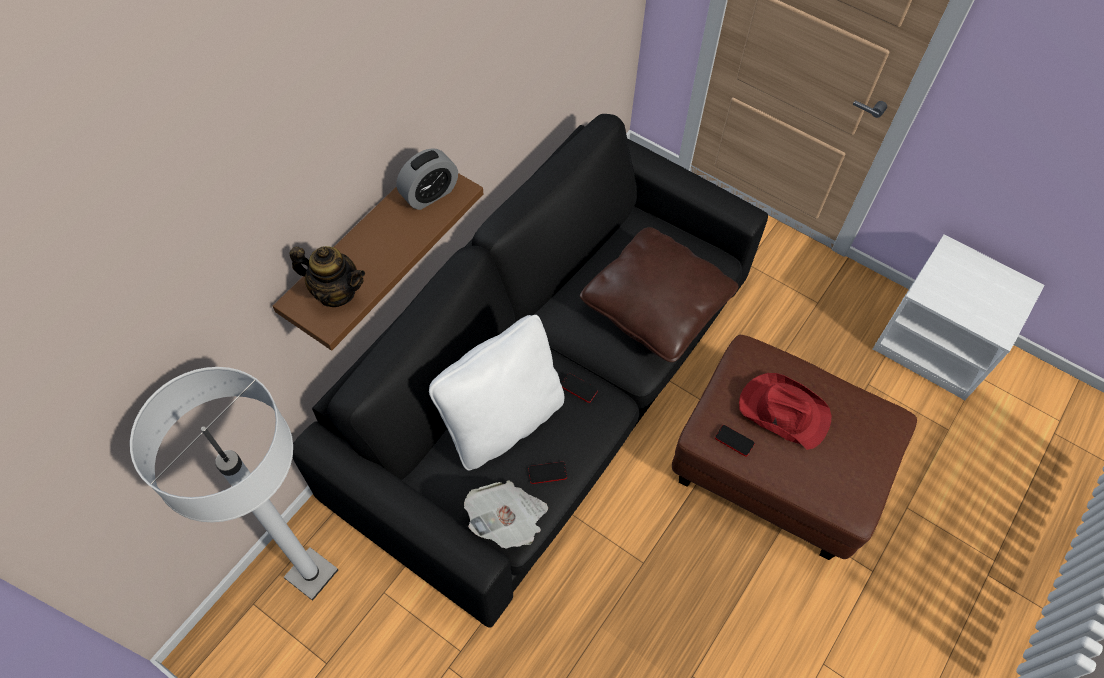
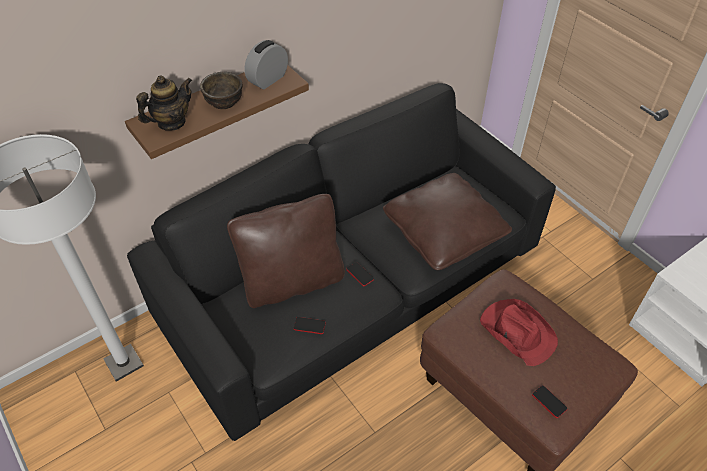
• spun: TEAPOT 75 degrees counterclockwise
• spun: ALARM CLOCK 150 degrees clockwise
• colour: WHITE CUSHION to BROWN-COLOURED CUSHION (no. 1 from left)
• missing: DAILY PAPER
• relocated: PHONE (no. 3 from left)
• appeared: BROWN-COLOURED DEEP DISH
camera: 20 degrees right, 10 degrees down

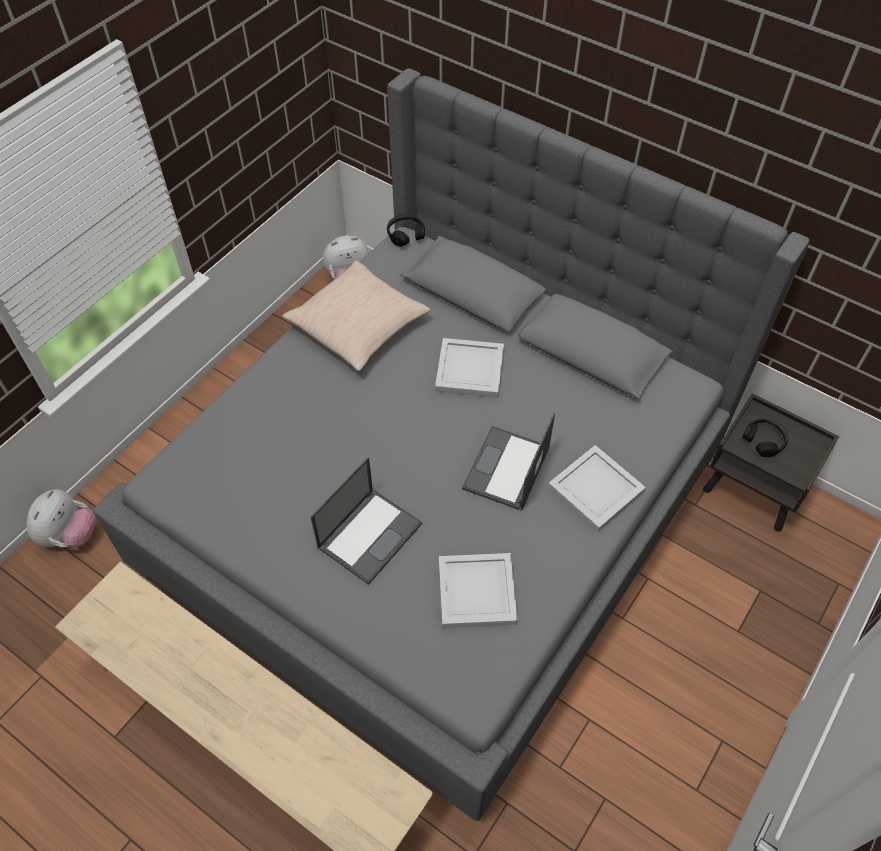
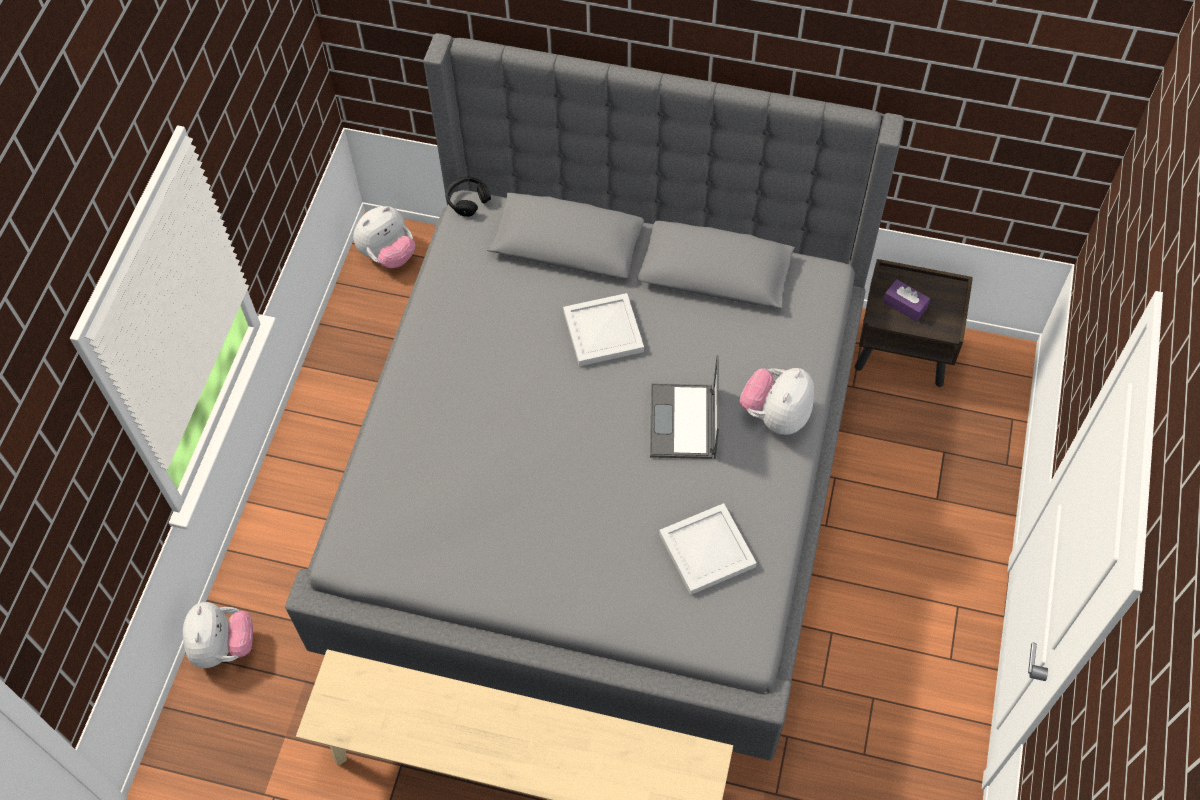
• missing: SAND-COLOURED CUSHION
• missing: NOTEBOOK COMPUTER (no. 1 from left)
• exchanged: WHITE TRAY (no. 3 from left) to SOFT TOY (no. 3 from left)
• exchanged: BLACKISH HEADPHONES (no. 2 from left) to PURPLISH TISSUE BOX
camera: 20 degrees left, 5 degrees up

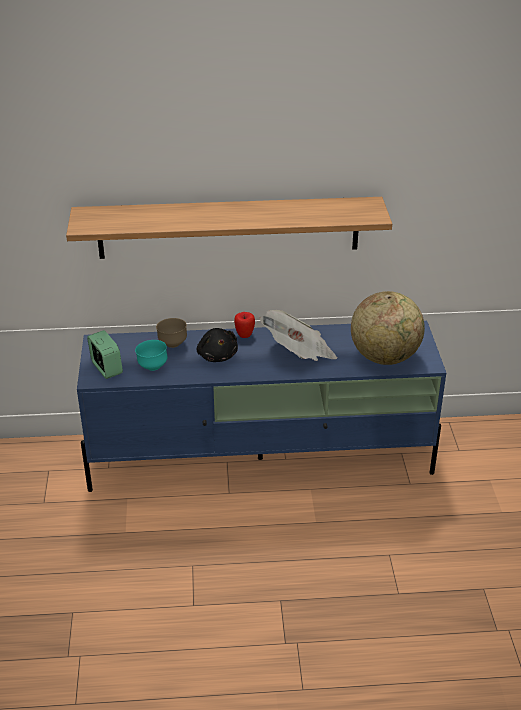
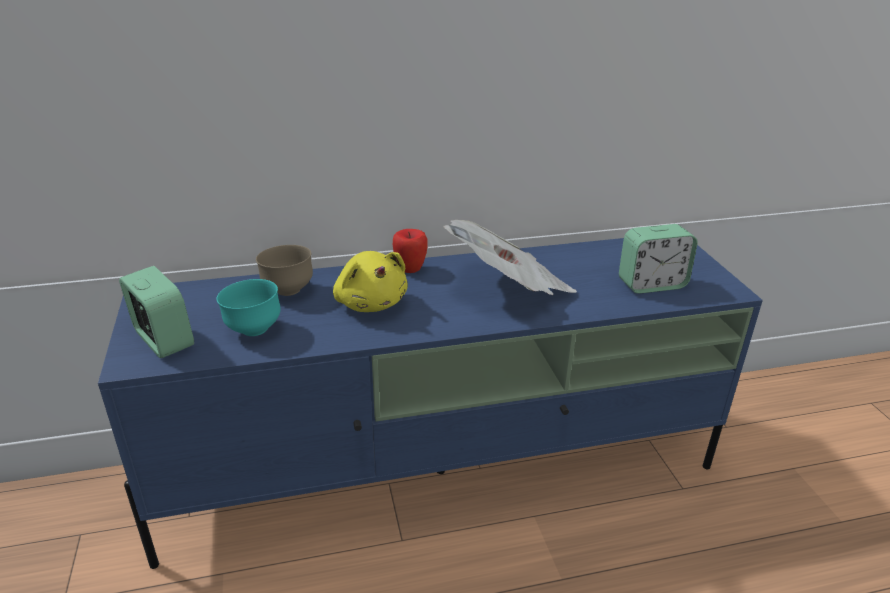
• missing: SHELF
• colour: BLACKISH SOFT TOY to YELLOW SOFT TOY
• exchanged: GLOBE to ALARM CLOCK (no. 2 from left)
camera: 10 degrees left, 5 degrees down

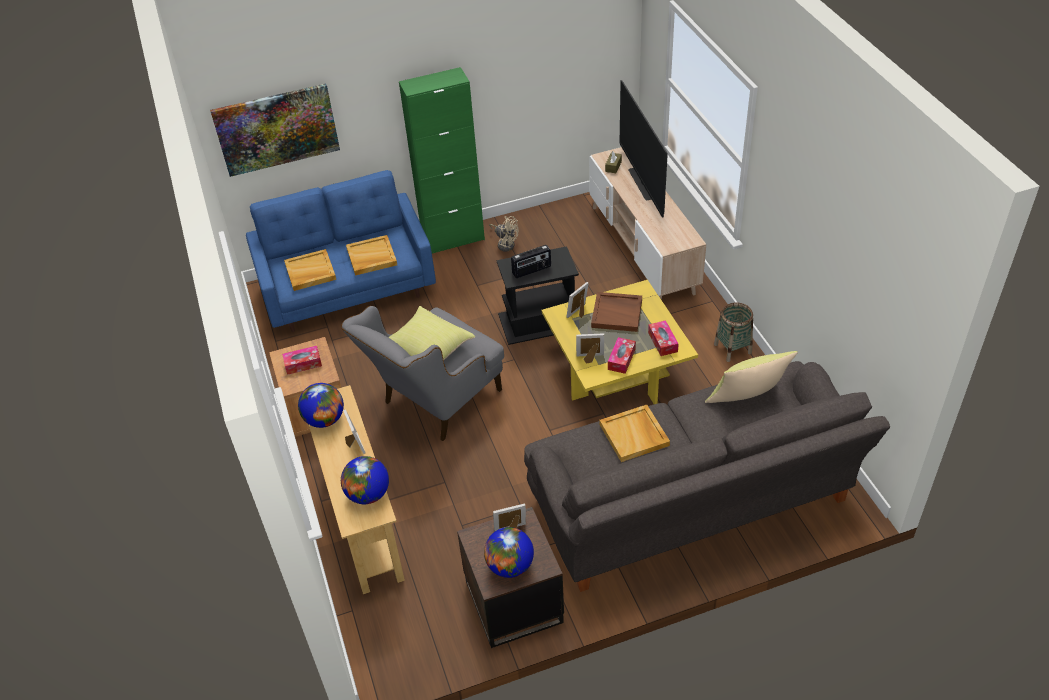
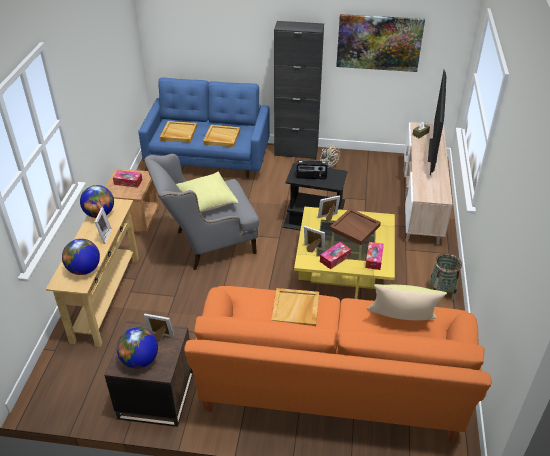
• relocated: WALL PICTURE
• colour: GREEN STORAGE CABINET to BLACKISH STORAGE CABINET
• colour: GREY SETTEE to ORANGEY SETTEE
camera: 25 degrees right, 5 degrees down

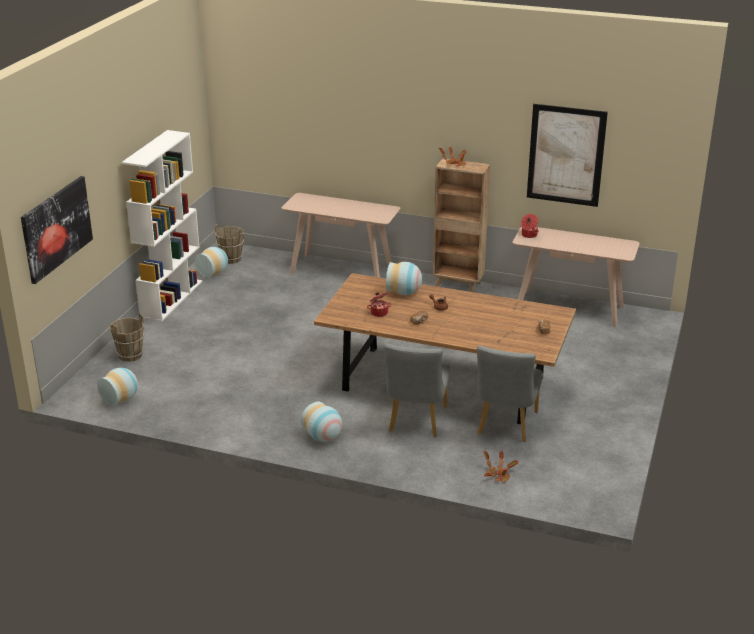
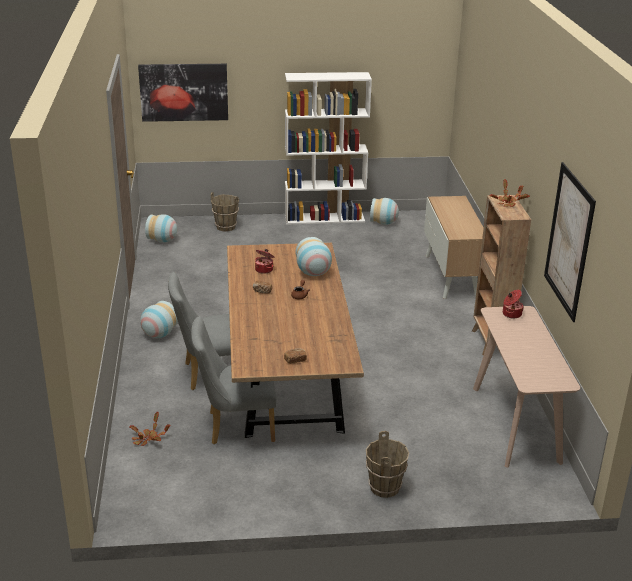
• relocated: BROWN-COLOURED WATER BUCKET (no. 2 from left)
• exchanged: SAND-COLOURED CONSOLE TABLE (no. 1 from left) to STORAGE CABINET
camera: 65 degrees right, 0 degrees up

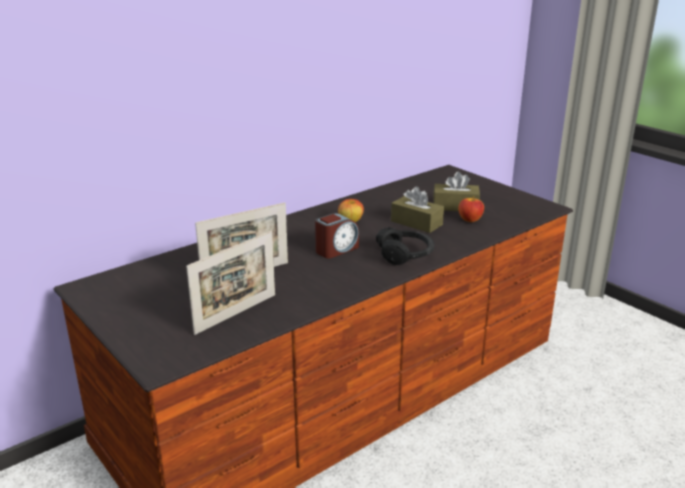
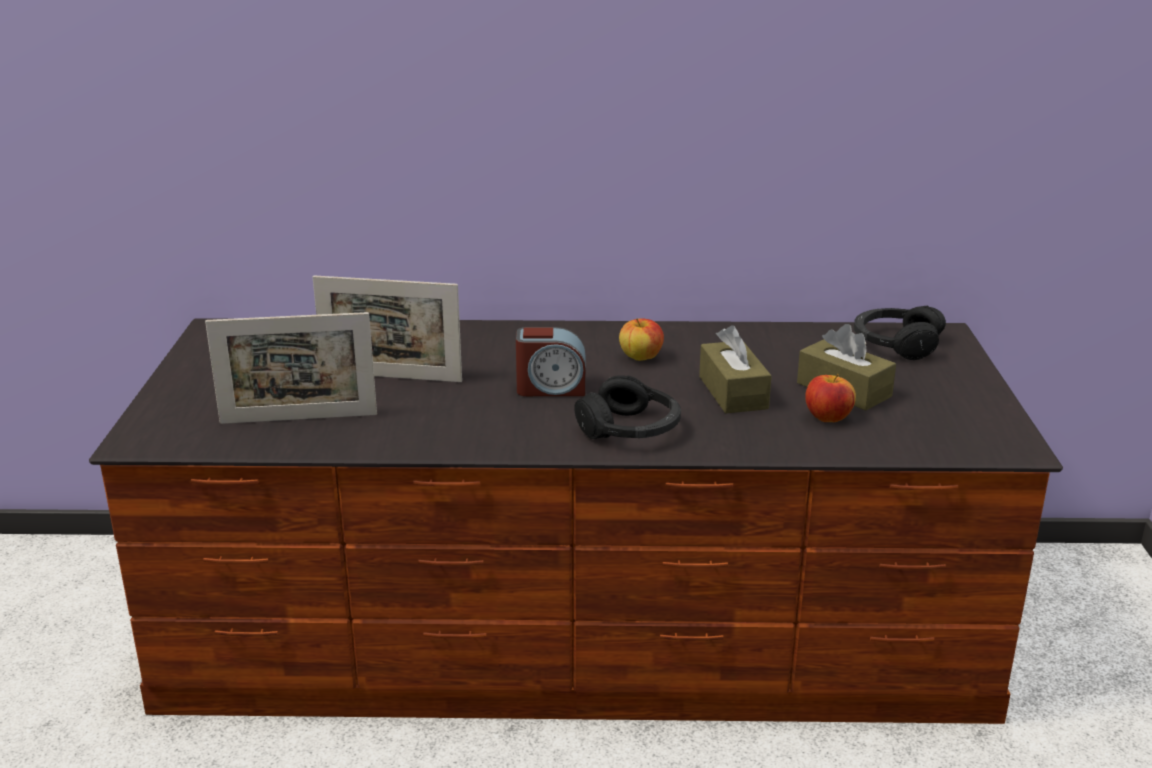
• appeared: BLACKISH HEADPHONES (no. 2 from left)
camera: 40 degrees right, 0 degrees up

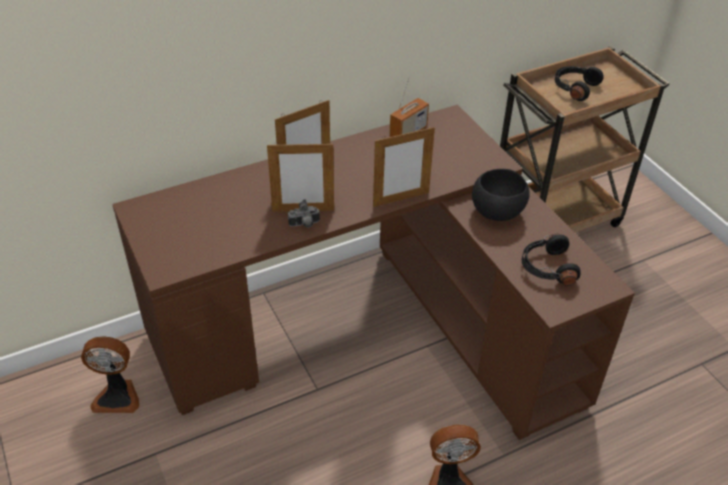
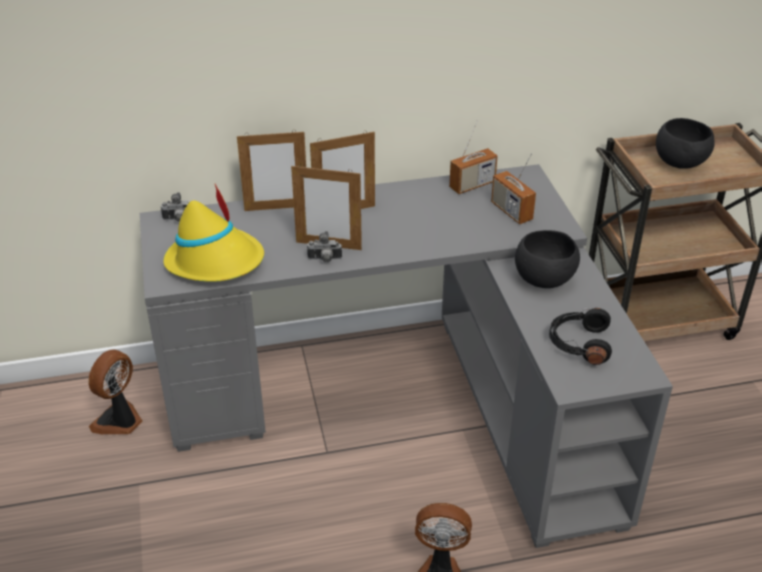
• spun: FAN (no. 1 from left) 105 degrees clockwise
• colour: BROWN-COLOURED DESK to GREY DESK
• relocated: PICTURE FRAME (no. 3 from left in the first image) to PICTURE FRAME (no. 1 from left)
• exchanged: BLACKISH HEADPHONES (no. 2 from left) to BLACKISH DEEP DISH (no. 2 from left)
• appeared: PHOTO CAMERA (no. 1 from left)
• appeared: YELLOW CLOTHING HAT
• appeared: RADIO (no. 2 from left)
camera: 15 degrees right, 5 degrees down

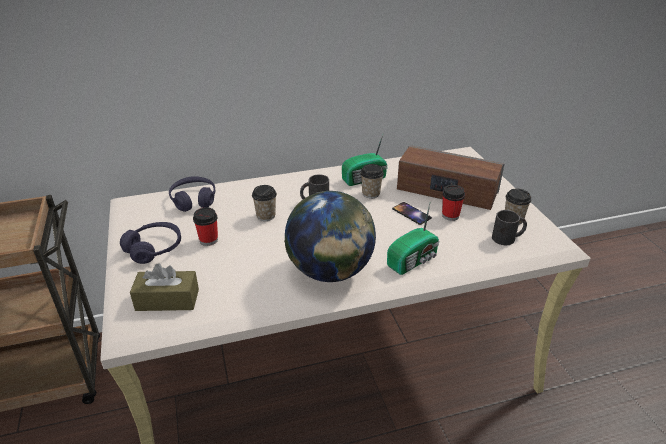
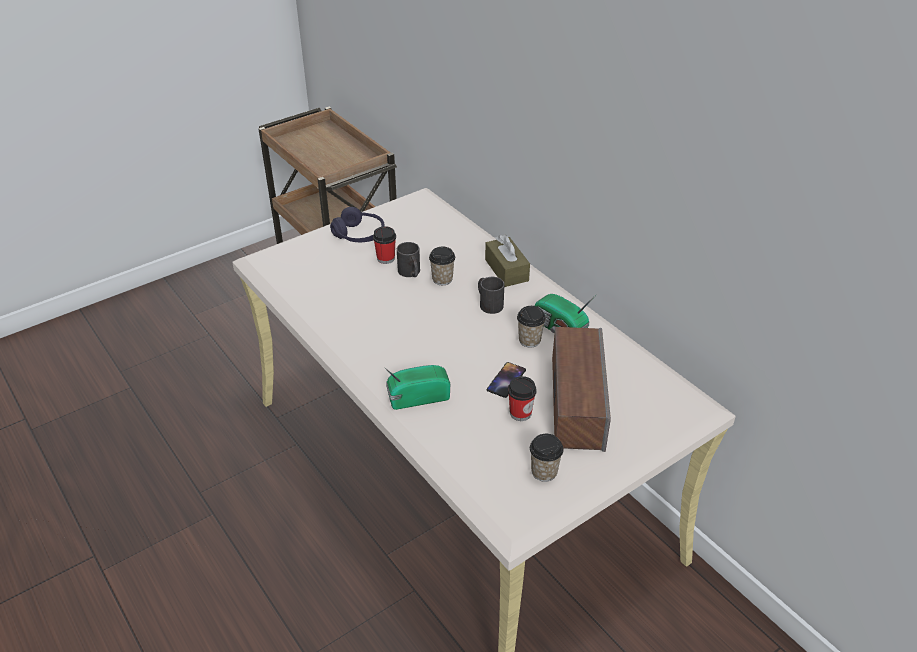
• relocated: BROWN-COLOURED TISSUE BOX
• missing: PURPLISH HEADPHONES (no. 2 from left)
• missing: GLOBE
• spun: RADIO (no. 2 from left in the first image) 135 degrees clockwise
• relocated: BLACKISH TEA MUG (no. 2 from left in the first image) to BLACKISH TEA MUG (no. 1 from left)
camera: 70 degrees right, 5 degrees up

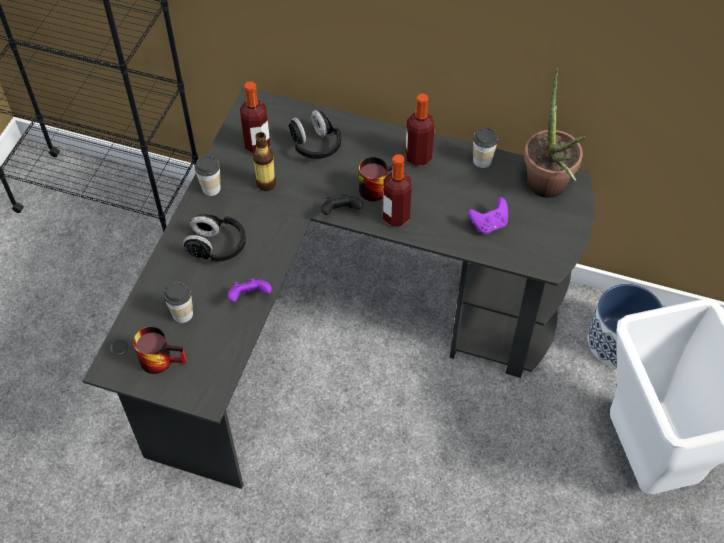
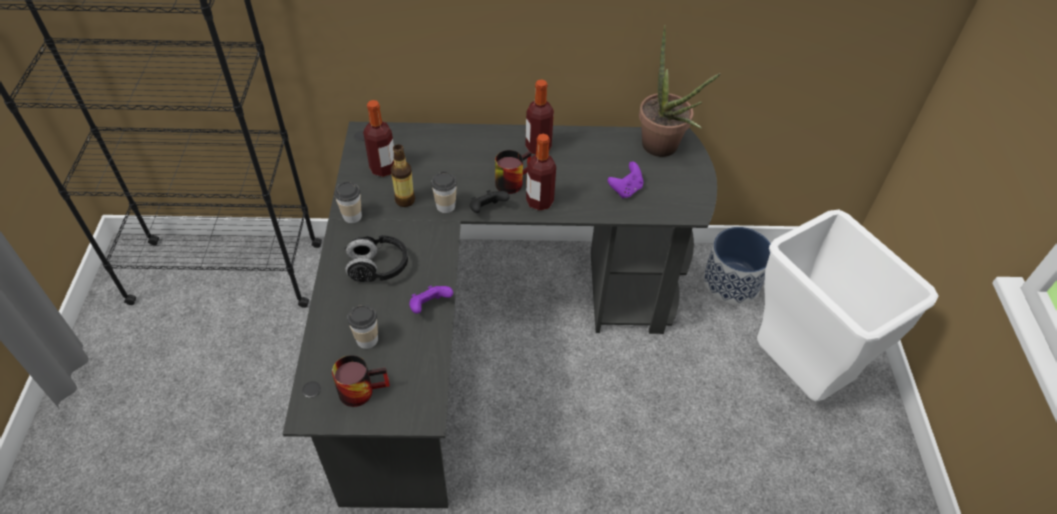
• missing: BLACKISH HEADPHONES (no. 2 from left)
• relocated: CUP (no. 3 from left)
camera: 20 degrees left, 5 degrees down

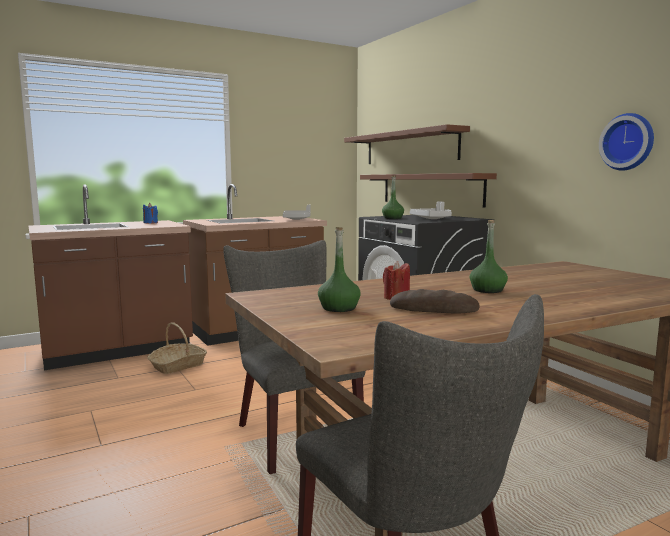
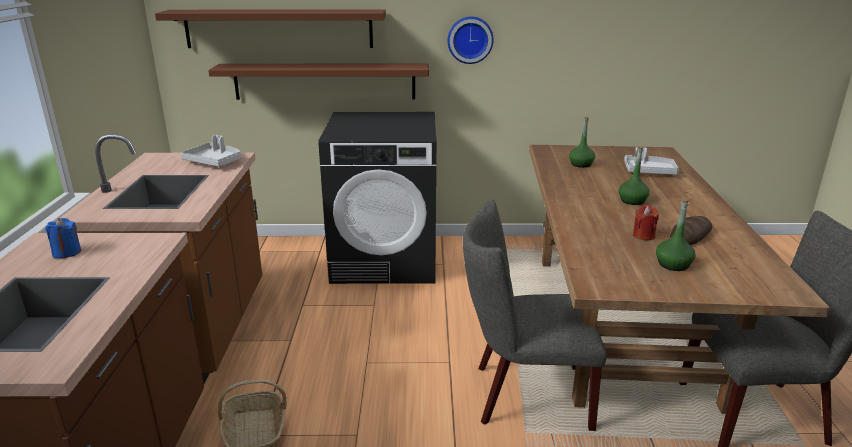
• relocated: GREEN DRINK BOTTLE (no. 2 from left in the first image) to GREEN DRINK BOTTLE (no. 1 from left)
• relocated: GREY TRAY (no. 2 from left)
• relocated: WALL CLOCK
camera: 60 degrees left, 15 degrees up

